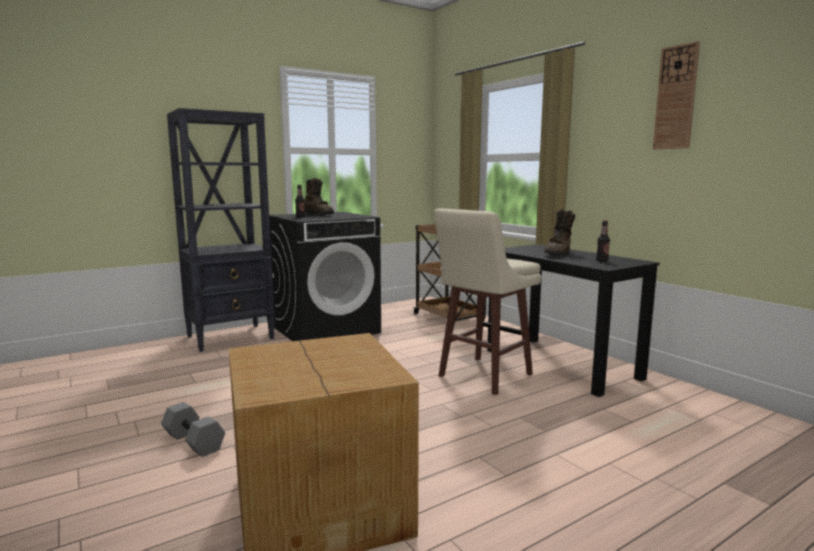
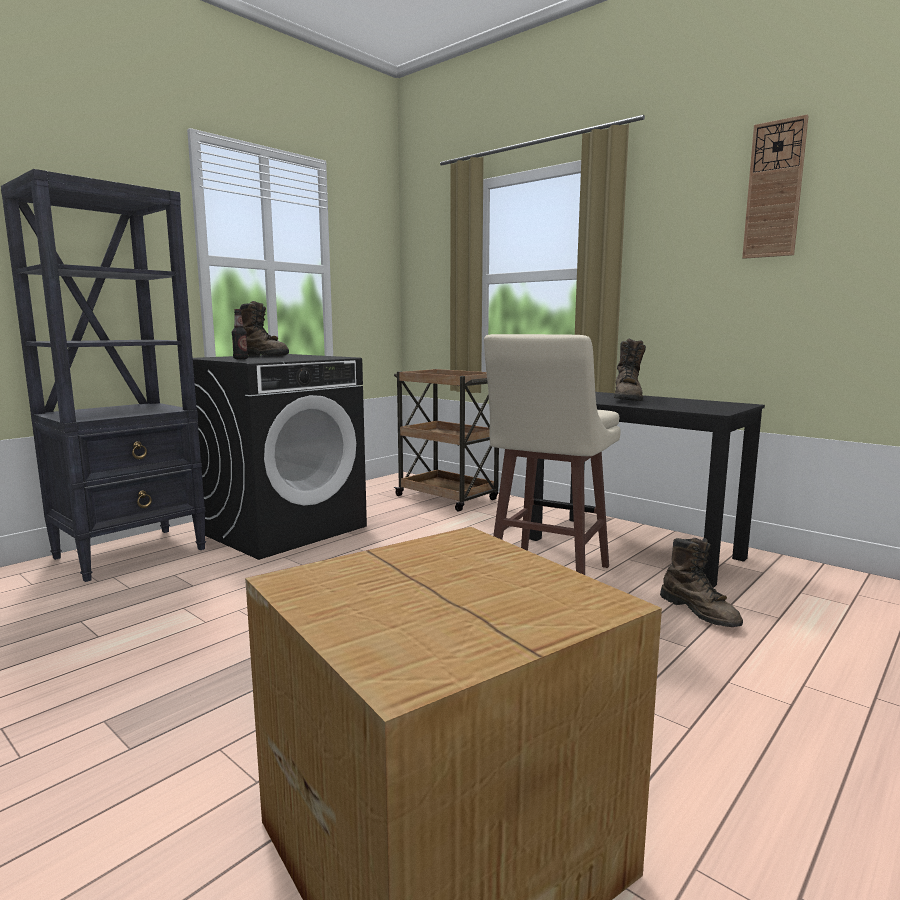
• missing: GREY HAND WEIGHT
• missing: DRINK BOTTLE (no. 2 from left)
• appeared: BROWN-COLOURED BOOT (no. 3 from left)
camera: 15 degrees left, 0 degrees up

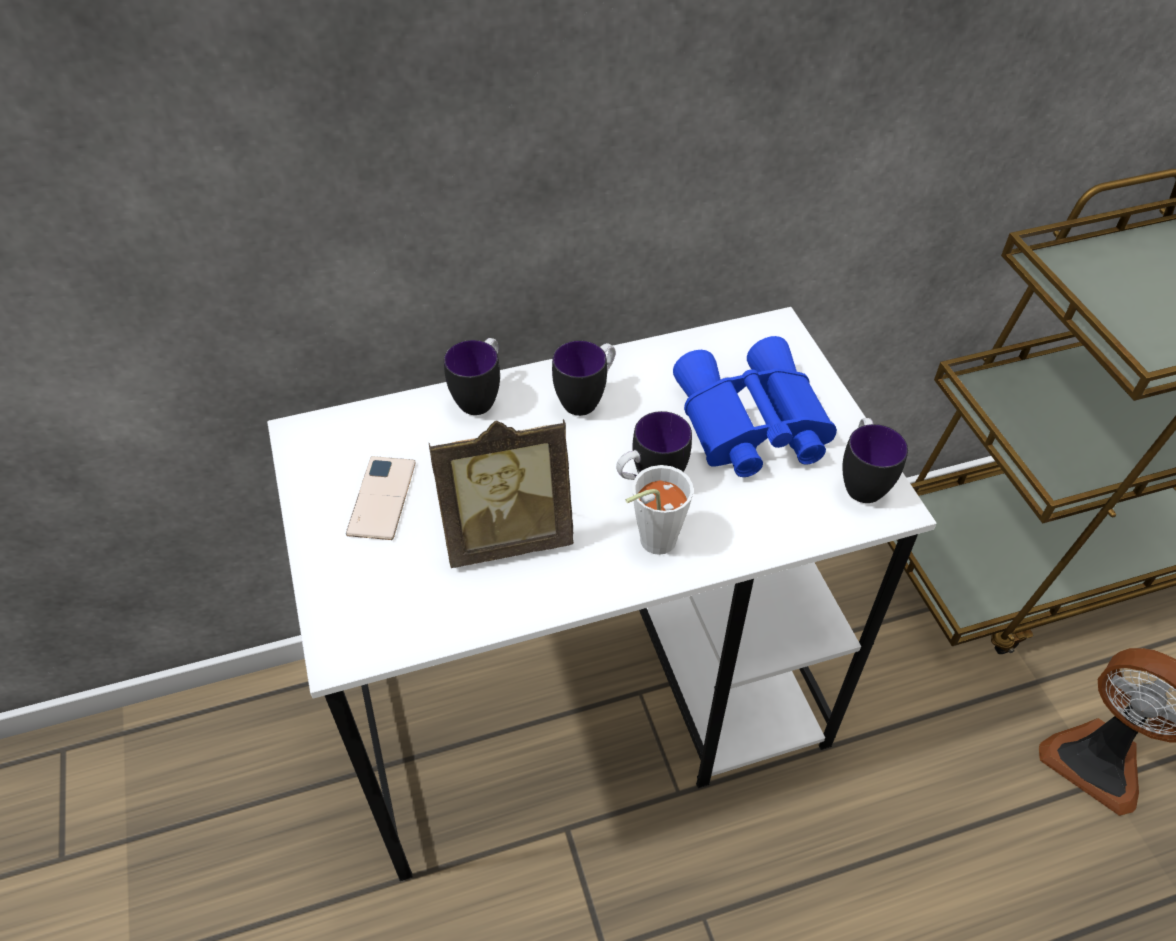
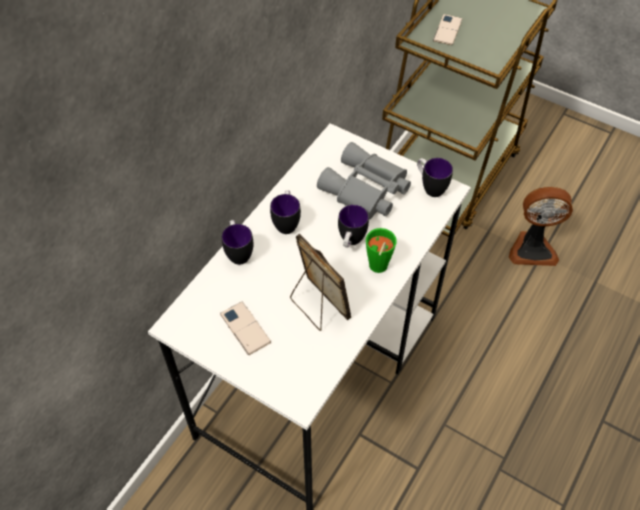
• spun: PICTURE FRAME 75 degrees counterclockwise
• colour: WHITE CUP to GREEN CUP
• colour: BLUE FIELD GLASSES to GREY FIELD GLASSES
• appeared: PHONE (no. 2 from left)
camera: 40 degrees left, 5 degrees up

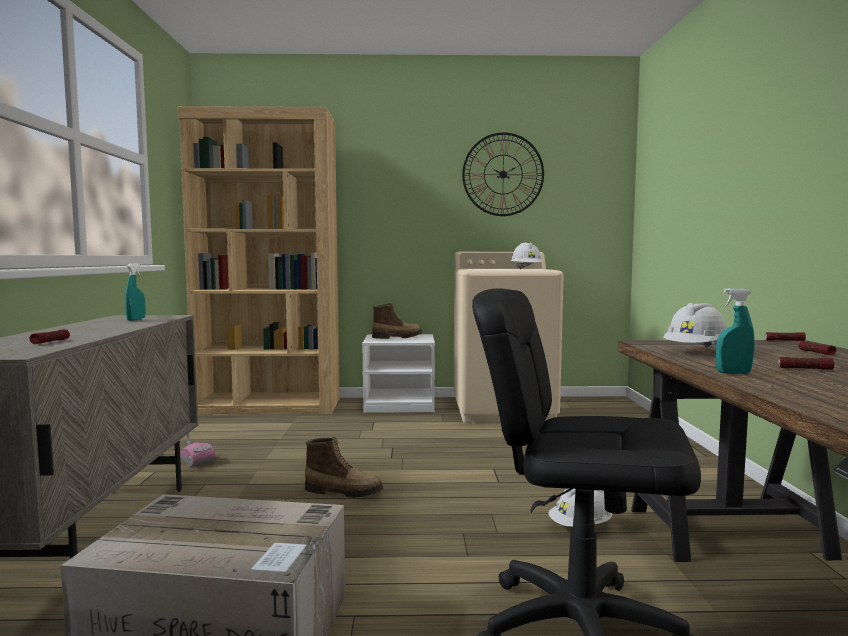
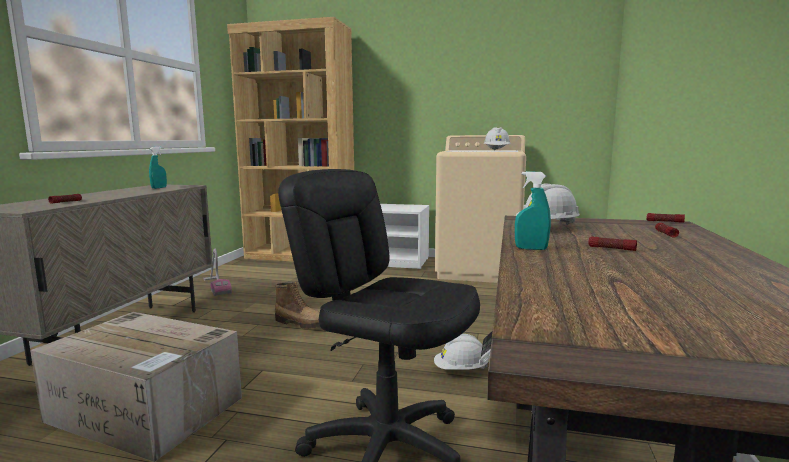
• missing: BOOT (no. 2 from left)
• missing: WALL CLOCK
camera: 15 degrees right, 5 degrees up

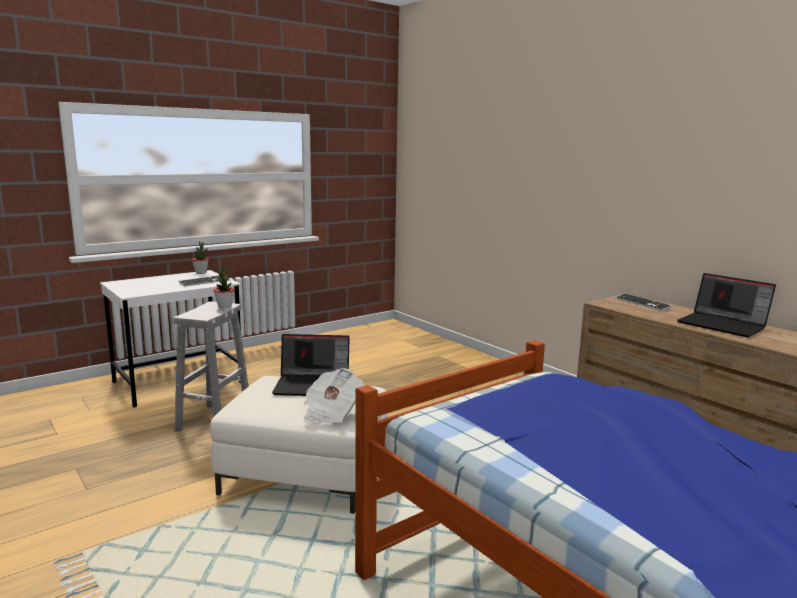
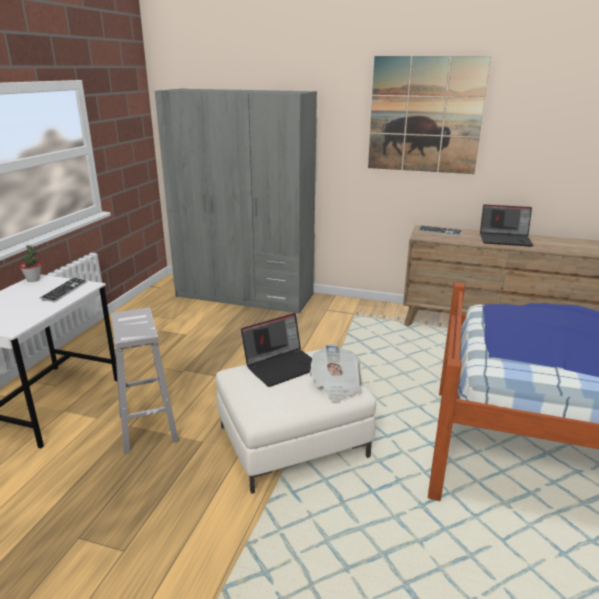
• missing: HOUSEPLANT (no. 2 from left)
• appeared: GREY CLOTHES CUPBOARD
• appeared: WALL PICTURE
camera: 35 degrees left, 10 degrees up

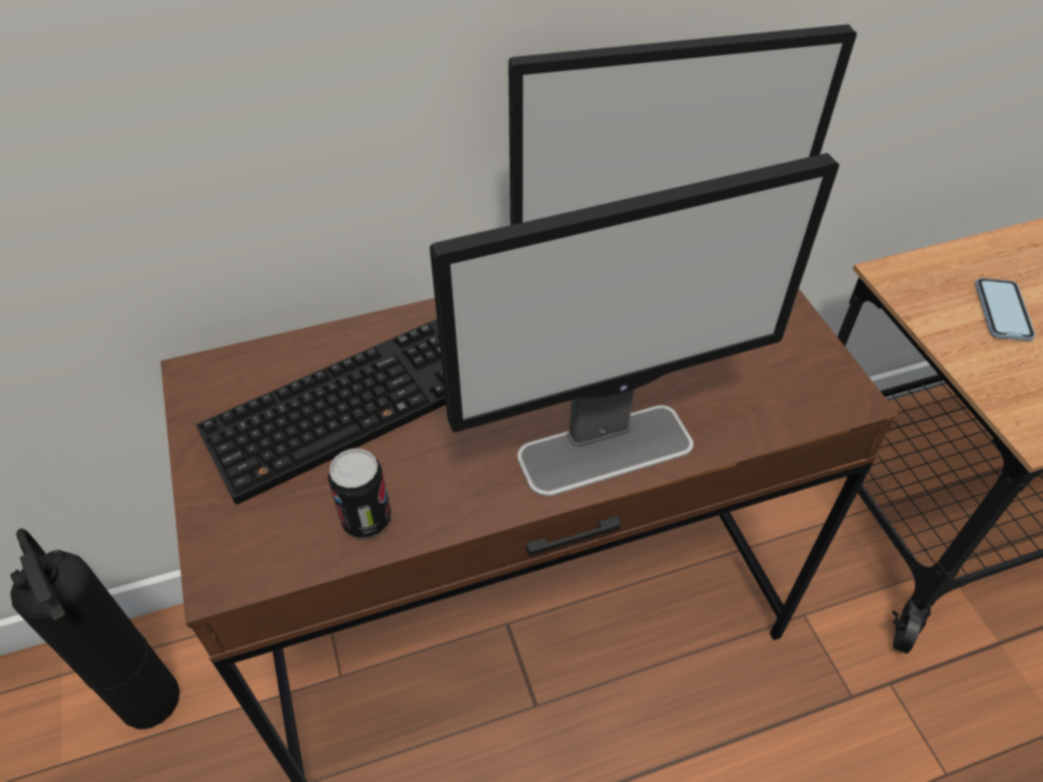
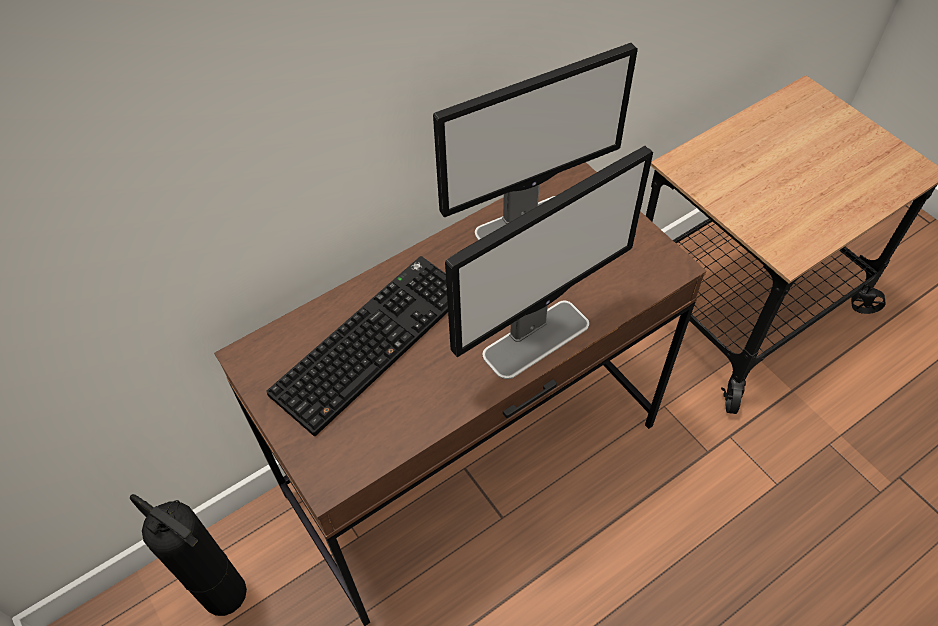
• missing: METAL CAN
• missing: PHONE
camera: 15 degrees left, 5 degrees up

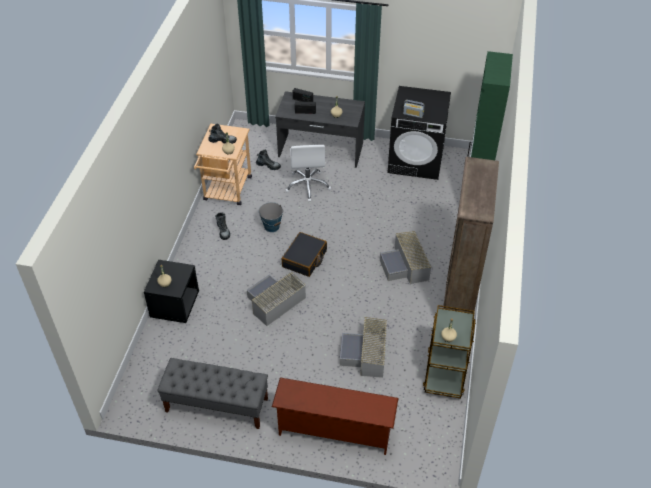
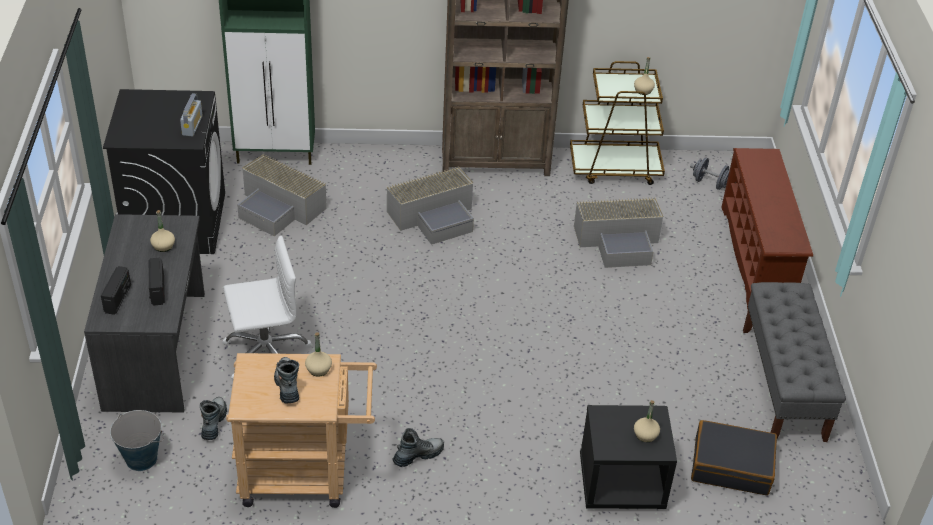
• relocated: GREY STORAGE CONTAINER (no. 1 from left)
• relocated: WATER BUCKET
• relocated: BLACKISH TRAVEL CASE
• appeared: GREY HAND WEIGHT
camera: 105 degrees left, 5 degrees down

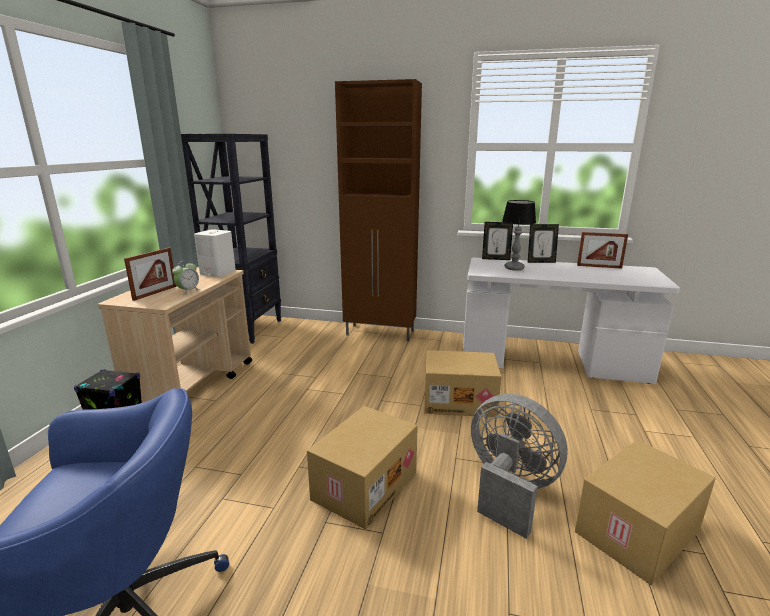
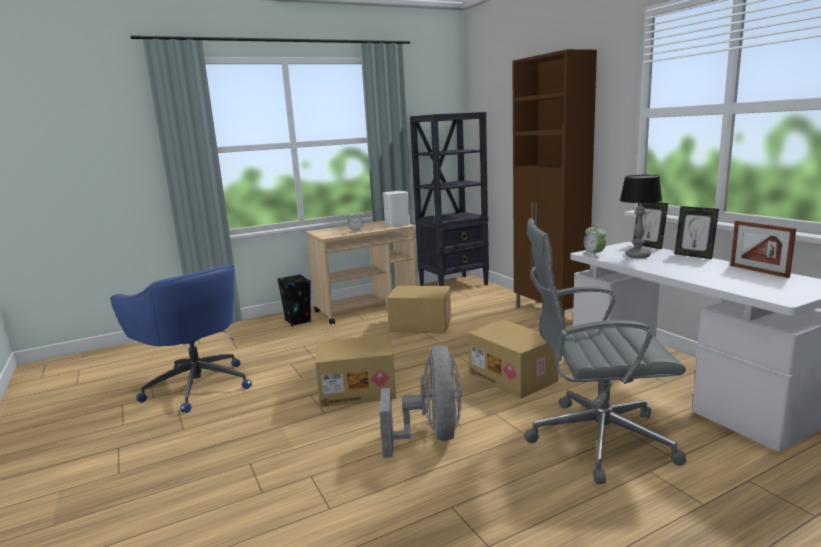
• missing: PICTURE FRAME (no. 1 from left)
• relocated: CARDBOARD BOX (no. 3 from left in the first image) to CARDBOARD BOX (no. 2 from left)
• appeared: GREY DESK CHAIR
• appeared: ALARM CLOCK (no. 2 from left)
camera: 50 degrees right, 5 degrees down

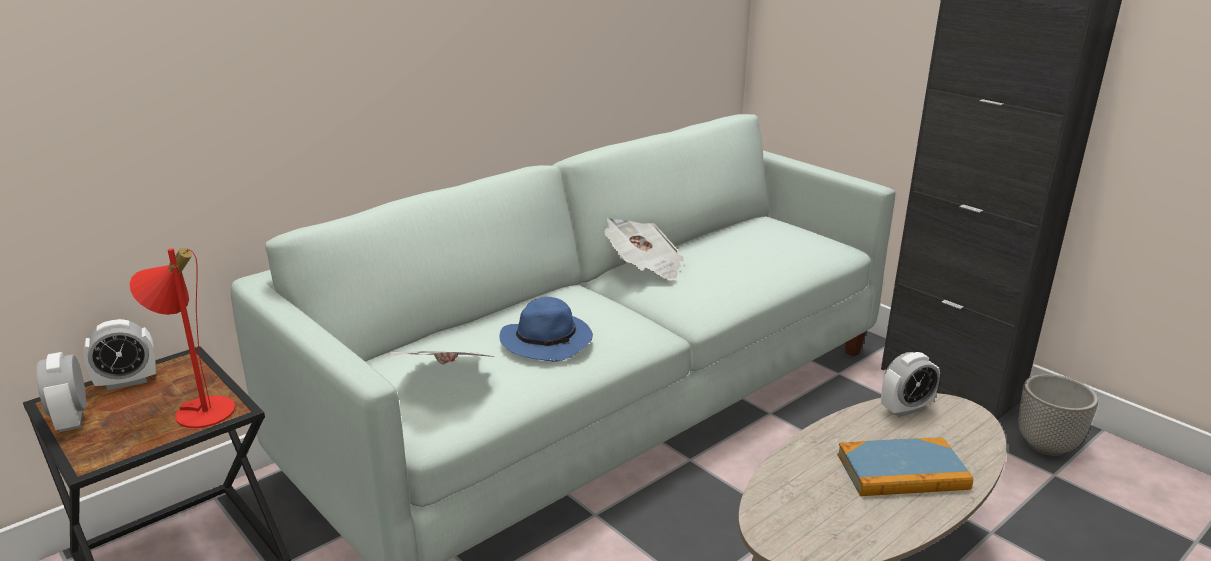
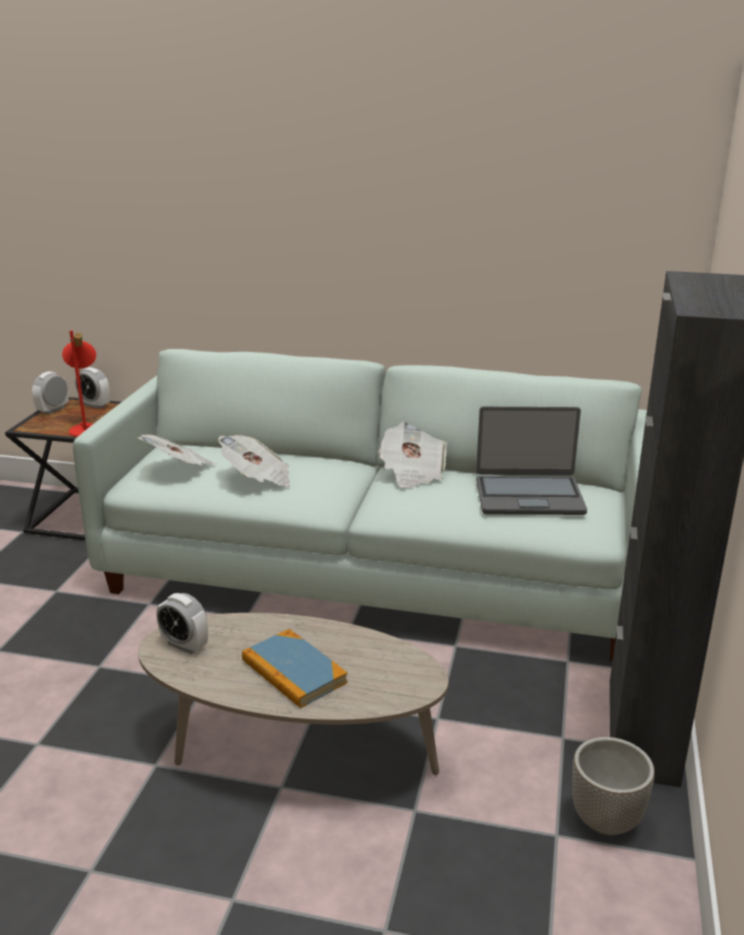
• exchanged: BLUE CLOTHING HAT to DAILY PAPER (no. 2 from left)
• relocated: ALARM CLOCK (no. 3 from left)
• appeared: NOTEBOOK COMPUTER
camera: 55 degrees right, 0 degrees up

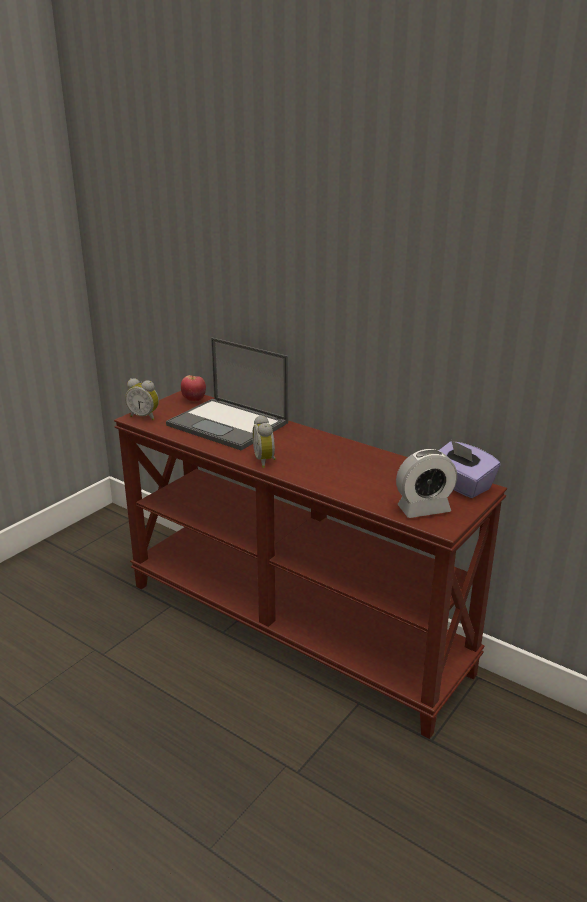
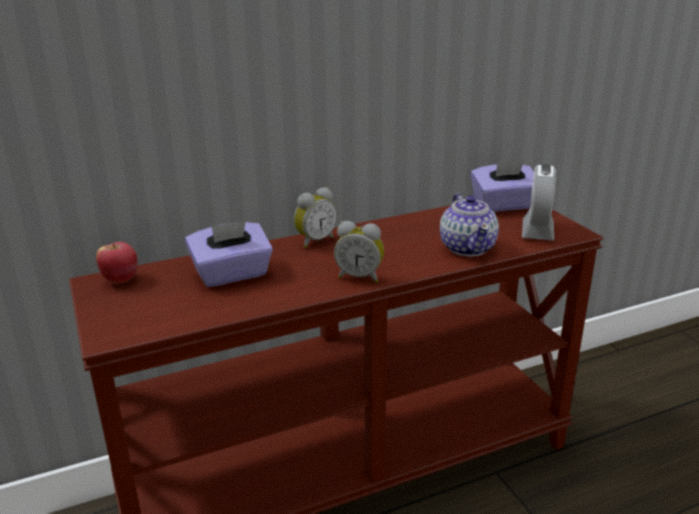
• relocated: ALARM CLOCK (no. 1 from left)
• exchanged: NOTEBOOK COMPUTER to PURPLISH TISSUE BOX (no. 1 from left)
• appeared: TEAPOT
camera: 60 degrees left, 0 degrees up

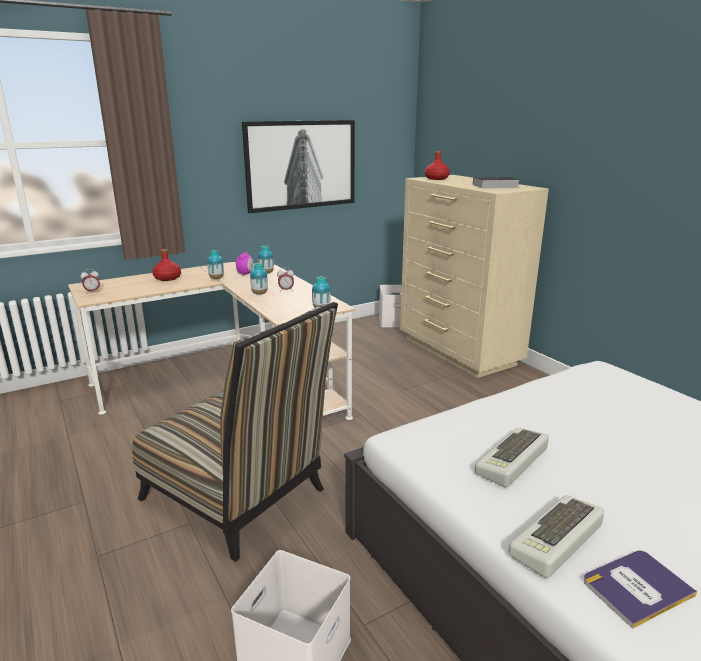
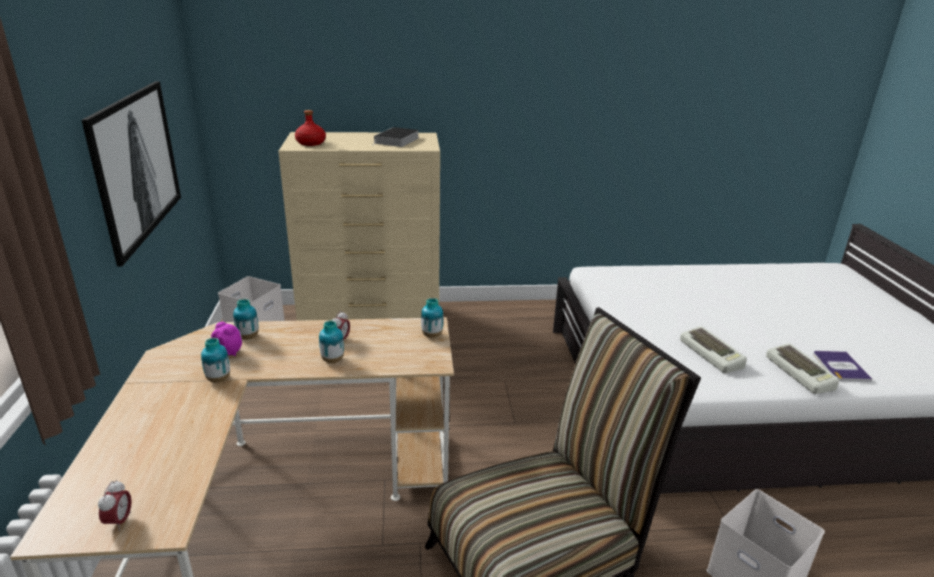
• missing: RED DRINK BOTTLE (no. 1 from left)
camera: 65 degrees left, 5 degrees up

